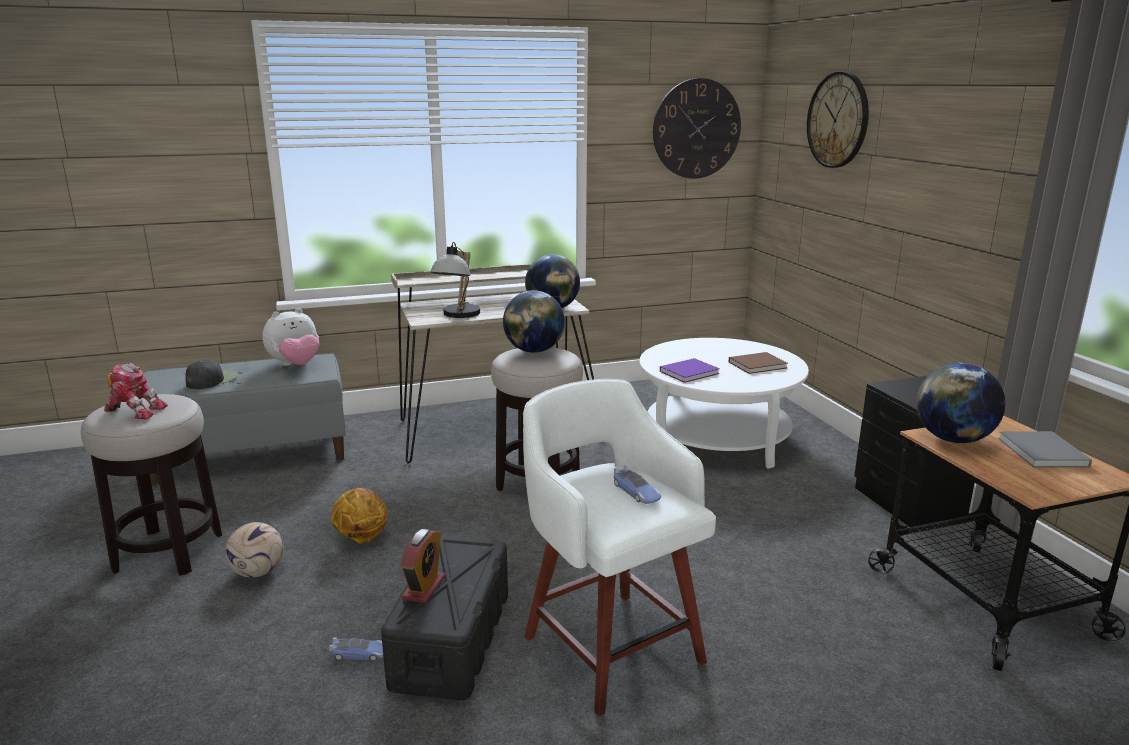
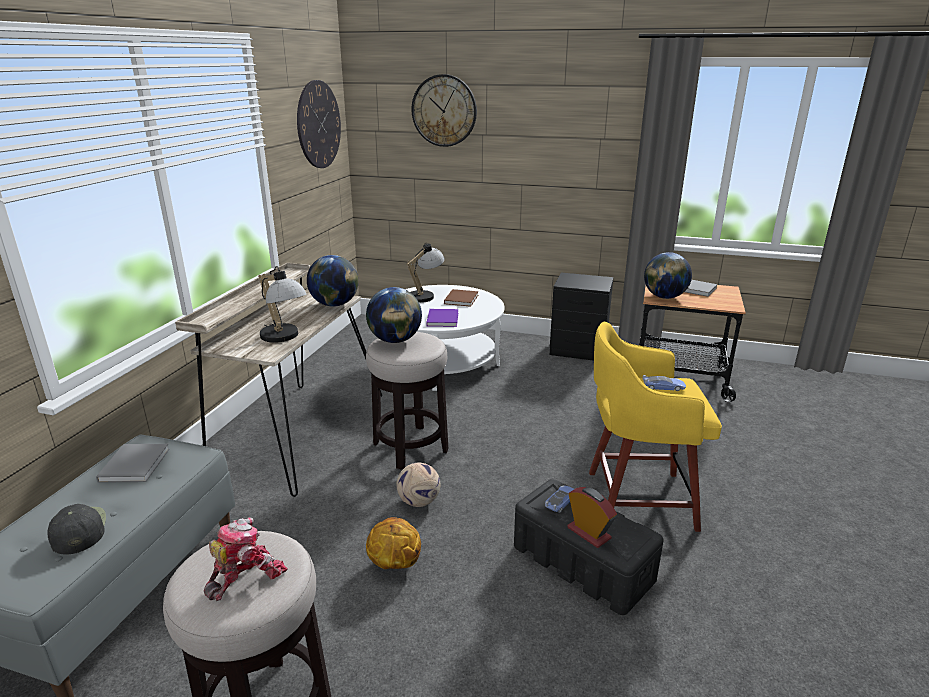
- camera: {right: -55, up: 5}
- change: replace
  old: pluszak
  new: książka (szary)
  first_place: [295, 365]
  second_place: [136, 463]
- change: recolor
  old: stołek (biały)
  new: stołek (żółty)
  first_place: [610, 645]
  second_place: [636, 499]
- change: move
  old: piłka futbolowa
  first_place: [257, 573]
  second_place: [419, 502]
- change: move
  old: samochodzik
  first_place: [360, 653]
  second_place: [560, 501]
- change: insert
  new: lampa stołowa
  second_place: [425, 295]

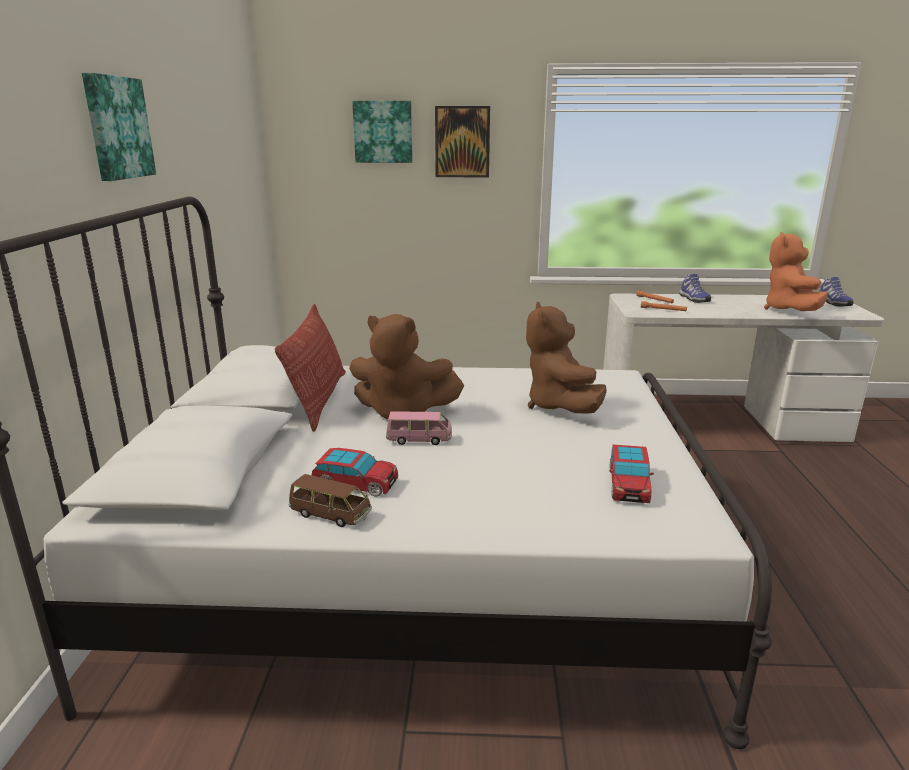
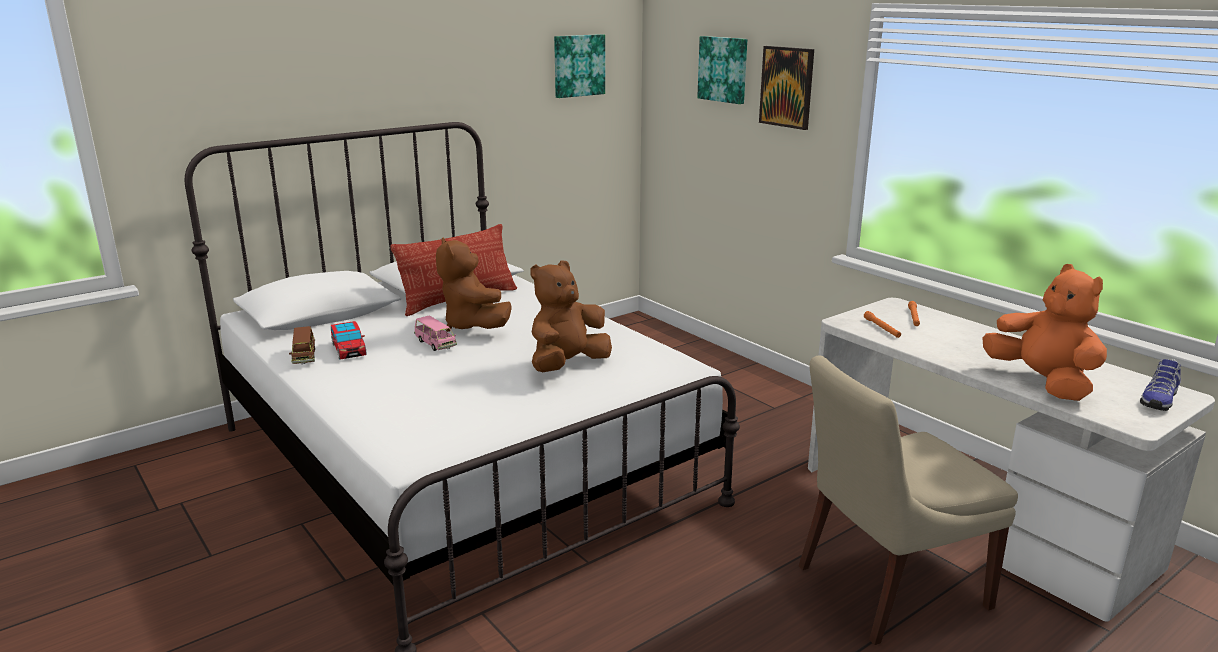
- camera: {right: 50, up: 0}
- change: move
  old: obraz
  first_place: [117, 128]
  second_place: [578, 65]
- change: rotate
  old: pluszak (pomarańczowy)
  first_place: [789, 310]
  second_place: [1042, 382]
  degrees: 90
- change: delete
  old: but
  first_place: [693, 299]
- change: delete
  old: samochodzik
  first_place: [628, 485]
- change: insert
  new: krzesło (beżowy)
  second_place: [886, 588]

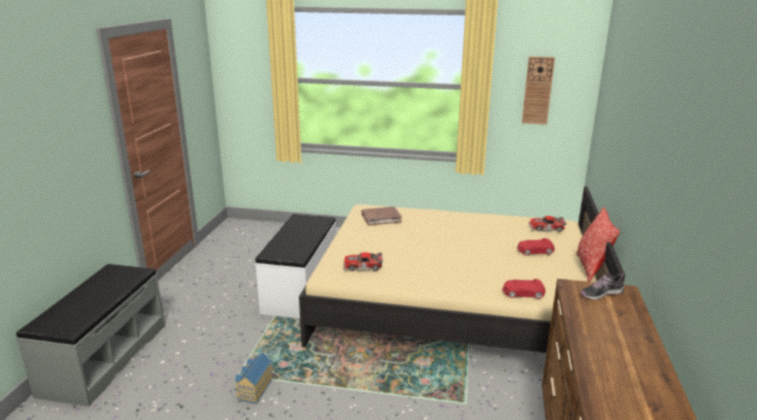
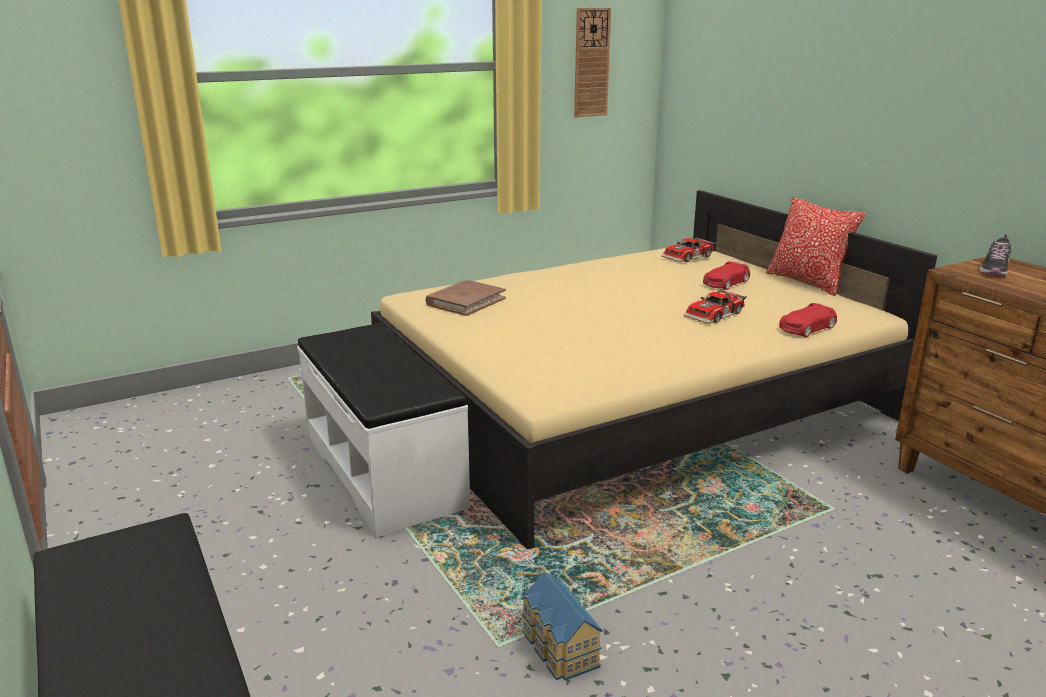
- camera: {right: -40, up: 0}
- change: move
  old: samochodzik
  first_place: [363, 267]
  second_place: [716, 315]

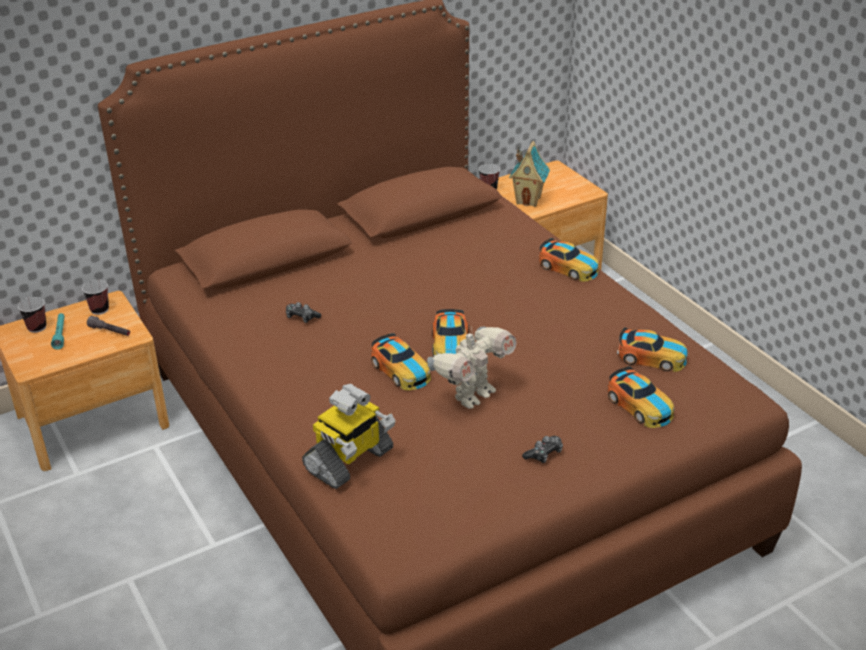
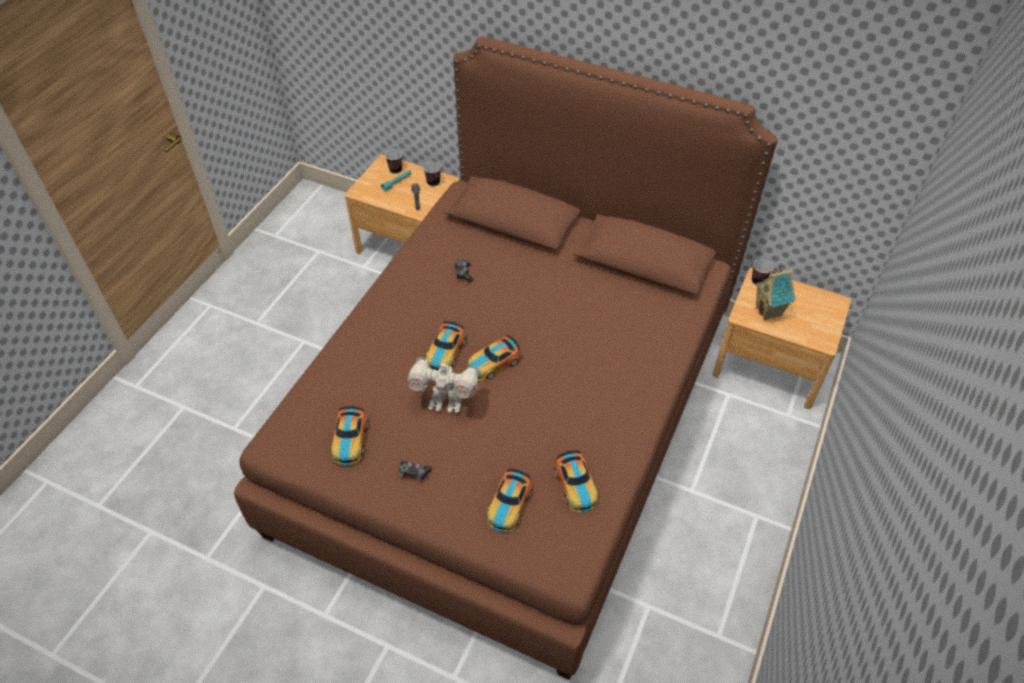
- camera: {right: 55, up: 15}
- change: move
  old: samochodzik
  first_place: [569, 267]
  second_place: [350, 440]
- change: delete
  old: robot zabawkowy
  first_place: [349, 461]

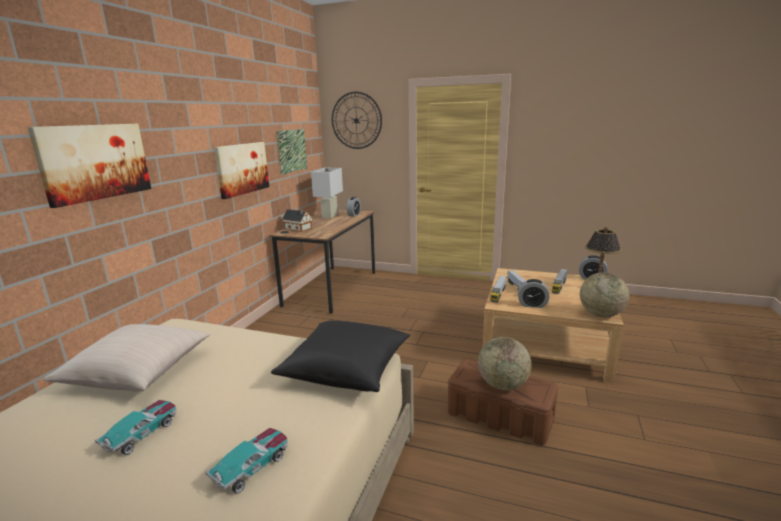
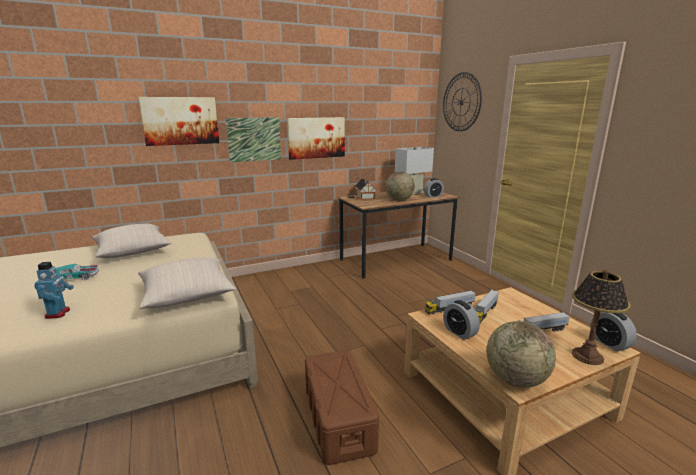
- camera: {right: 45, up: 0}
- change: move
  old: obraz
  first_place: [292, 150]
  second_place: [254, 139]
- change: recolor
  old: poduszka (czarny)
  new: poduszka (beżowy)
  first_place: [346, 370]
  second_place: [186, 295]
- change: move
  old: globus
  first_place: [502, 385]
  second_place: [399, 200]
- change: replace
  old: samochodzik
  new: robot zabawkowy
  first_place: [252, 466]
  second_place: [58, 313]

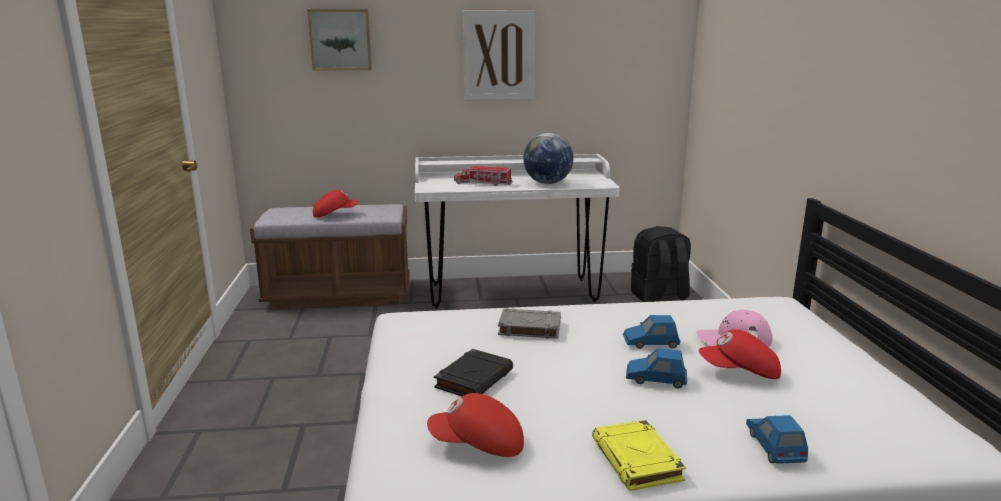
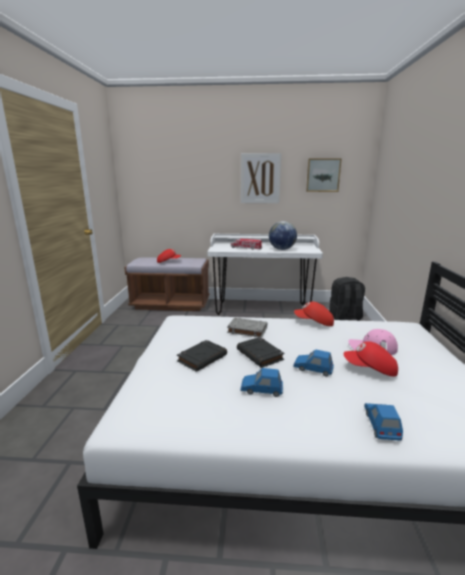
- camera: {right: 10, up: 0}
- change: move
  old: obraz
  first_place: [340, 40]
  second_place: [323, 175]
- change: move
  old: samochodzik (niebieski)
  first_place: [650, 343]
  second_place: [261, 389]
- change: move
  old: czapka z daszkiem (czerwony)
  first_place: [478, 445]
  second_place: [314, 322]
- change: delete
  old: książka (żółty)
  first_place: [637, 461]
- change: insert
  new: książka (czarny)
  second_place: [260, 355]

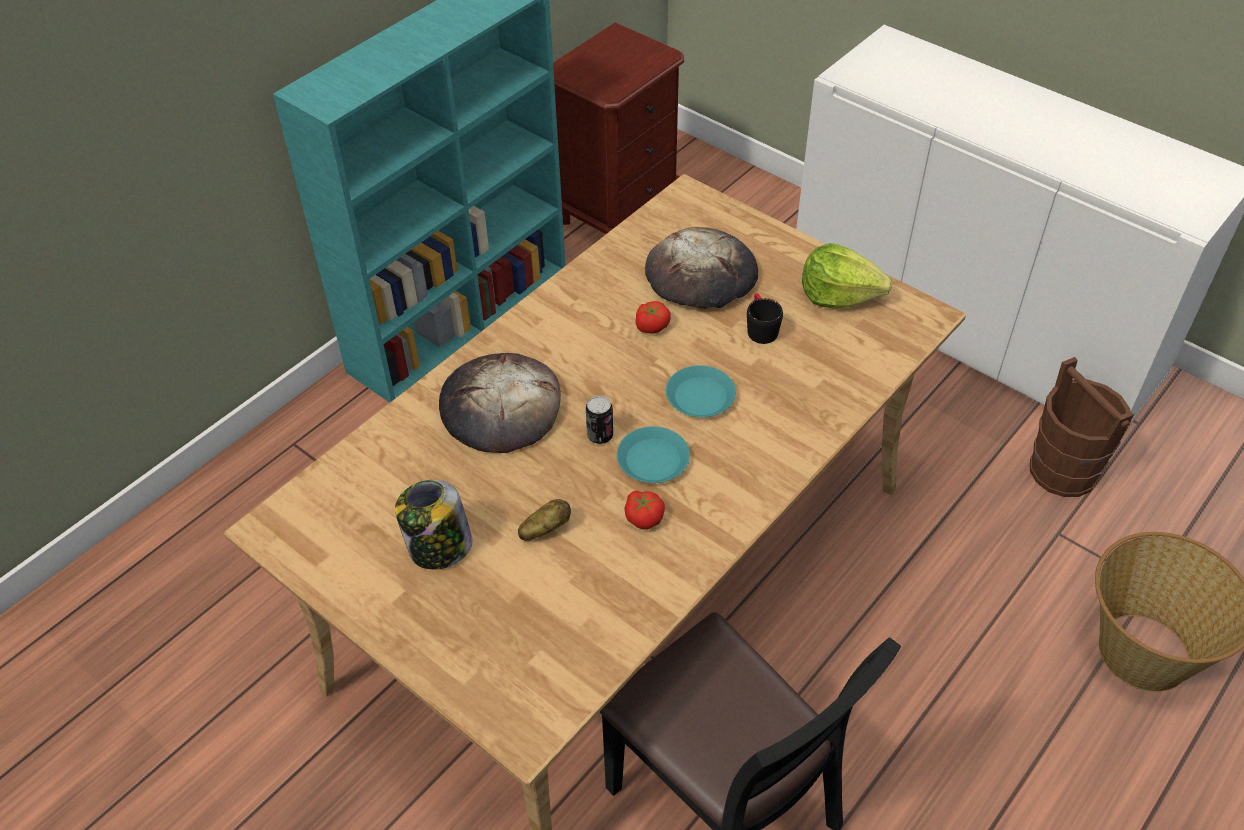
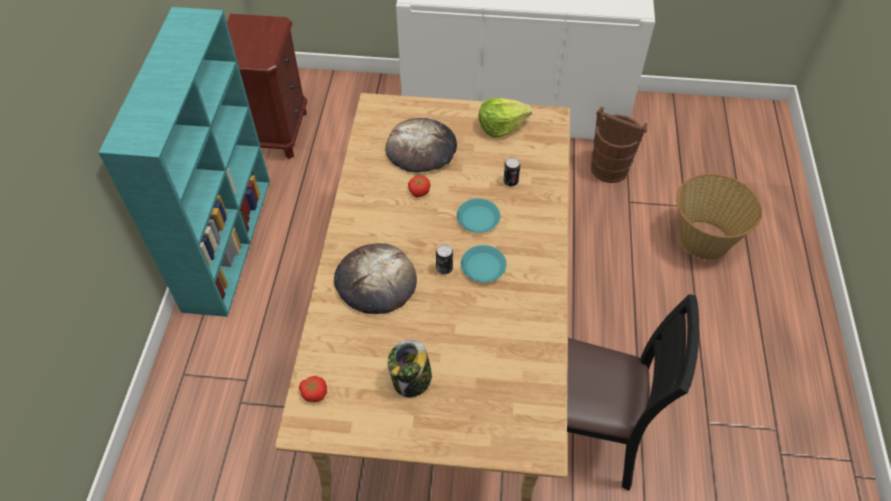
- camera: {right: -35, up: 5}
- change: delete
  old: kubek (czarny)
  first_place: [760, 328]
- change: move
  old: pomidor
  first_place: [644, 517]
  second_place: [314, 392]
- change: delete
  old: ziemniak
  first_place: [545, 529]
- change: insert
  new: puszka
  second_place: [510, 181]

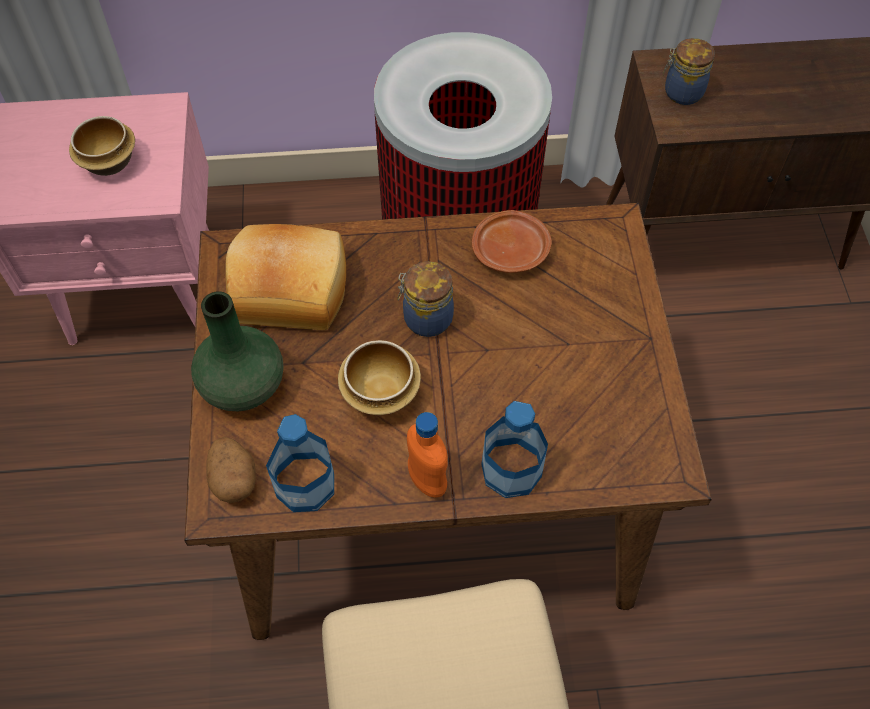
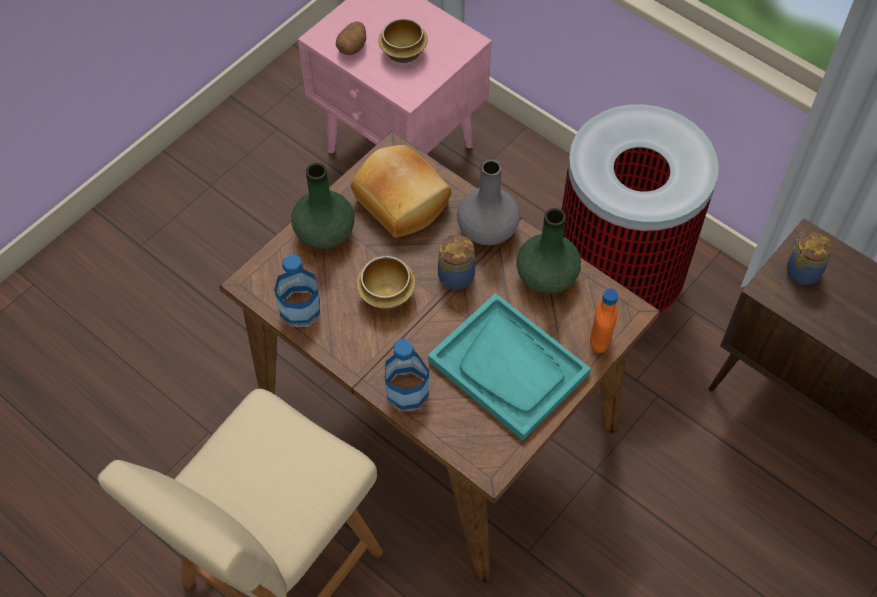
- camera: {right: 45, up: 0}
- change: replace
  old: talerz (brązowy)
  new: wazon (zielony)
  first_place: [511, 250]
  second_place: [547, 276]
- change: move
  old: butelka (pomarańczowy)
  first_place: [427, 480]
  second_place: [600, 340]
- change: move
  old: ziemniak
  first_place: [234, 479]
  second_place: [352, 47]
- change: insert
  new: wazon (szary)
  second_place: [488, 229]
- change: insert
  new: taca (turkusowy)
  second_place: [509, 367]

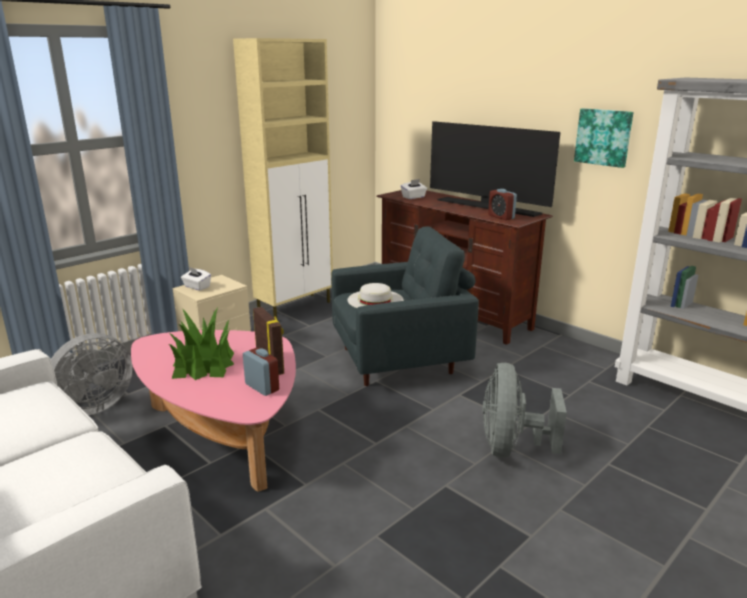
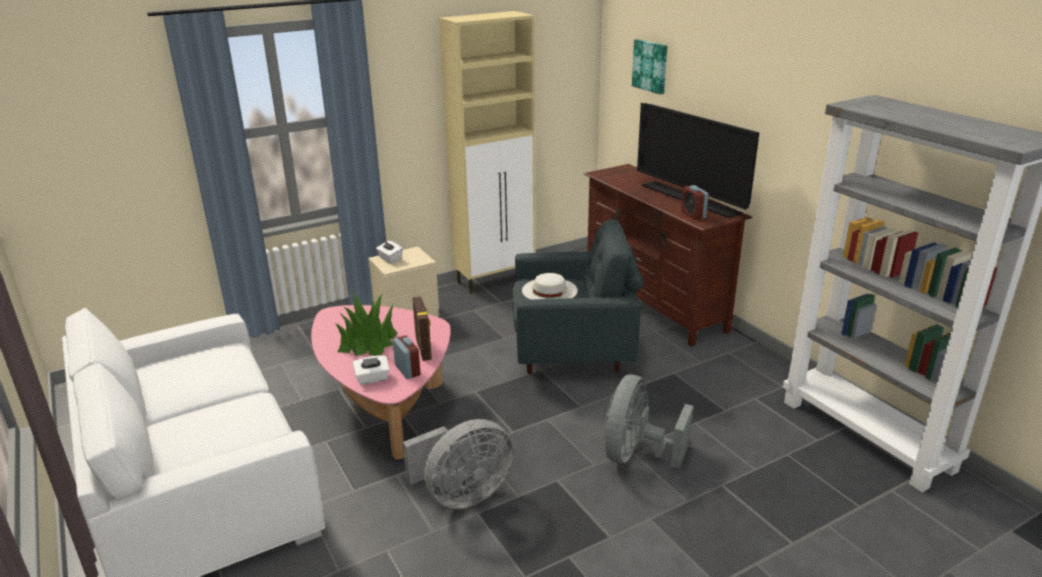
- camera: {right: 15, up: 5}
- change: move
  old: obraz
  first_place: [603, 137]
  second_place: [651, 66]
- change: move
  old: pudełko chusteczek (biały)
  first_place: [413, 197]
  second_place: [372, 378]
- change: move
  old: wentylator (szary)
  first_place: [89, 408]
  second_place: [462, 495]

